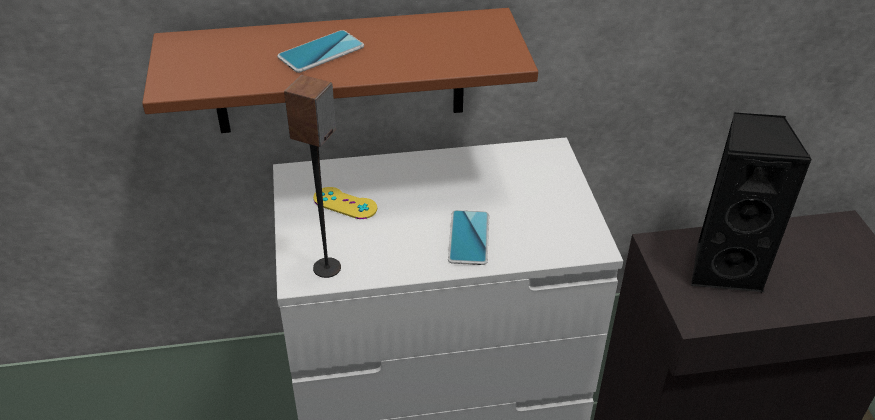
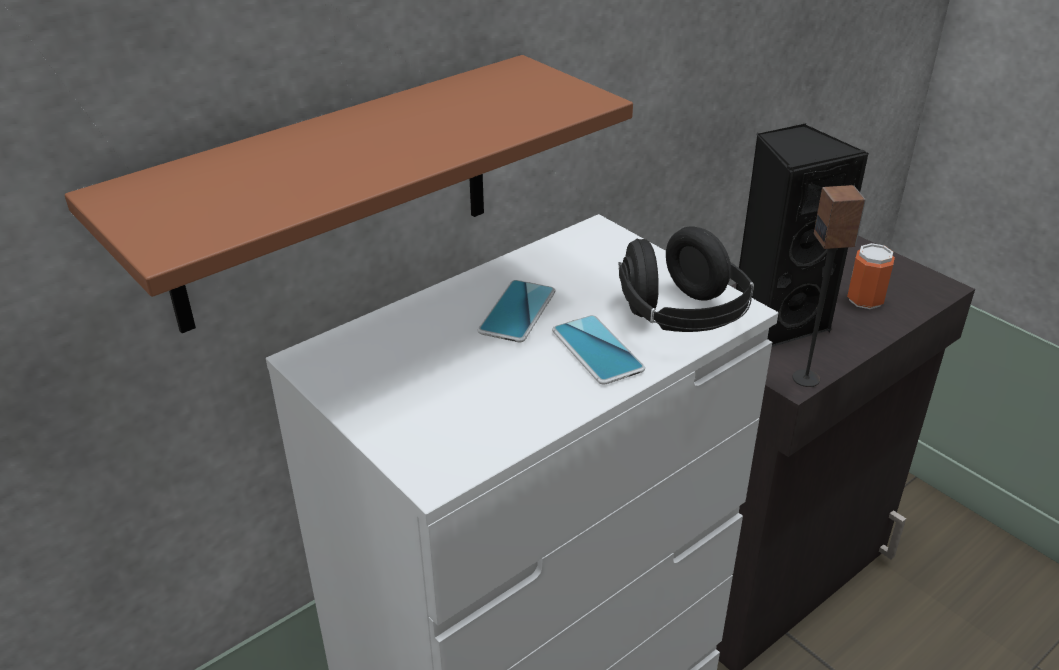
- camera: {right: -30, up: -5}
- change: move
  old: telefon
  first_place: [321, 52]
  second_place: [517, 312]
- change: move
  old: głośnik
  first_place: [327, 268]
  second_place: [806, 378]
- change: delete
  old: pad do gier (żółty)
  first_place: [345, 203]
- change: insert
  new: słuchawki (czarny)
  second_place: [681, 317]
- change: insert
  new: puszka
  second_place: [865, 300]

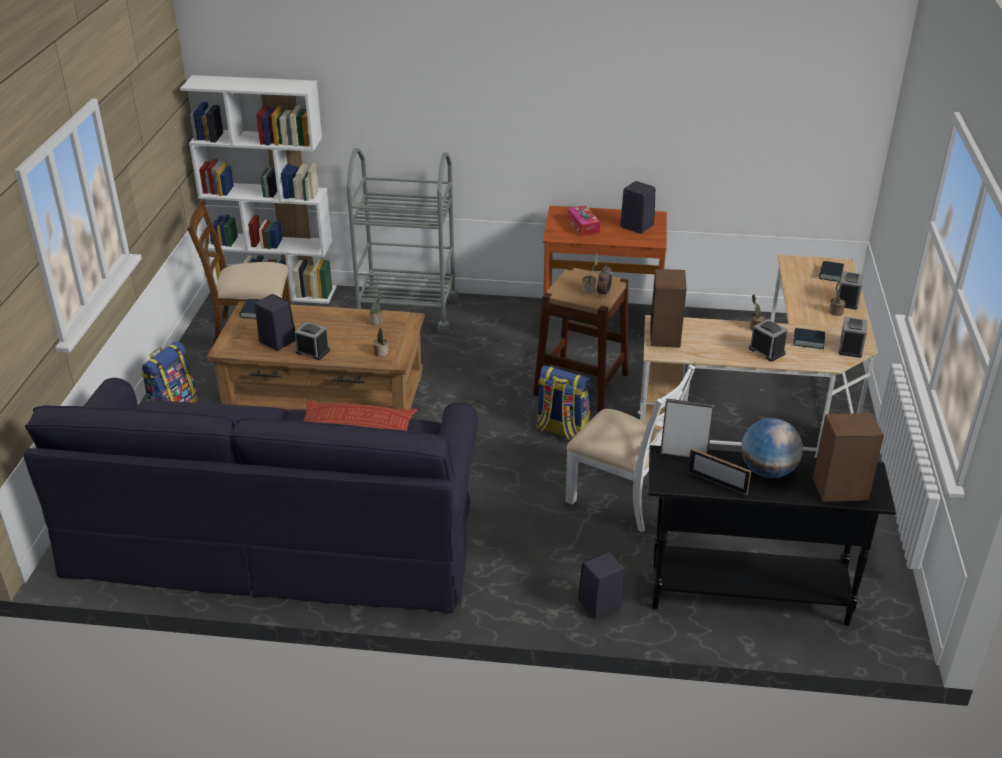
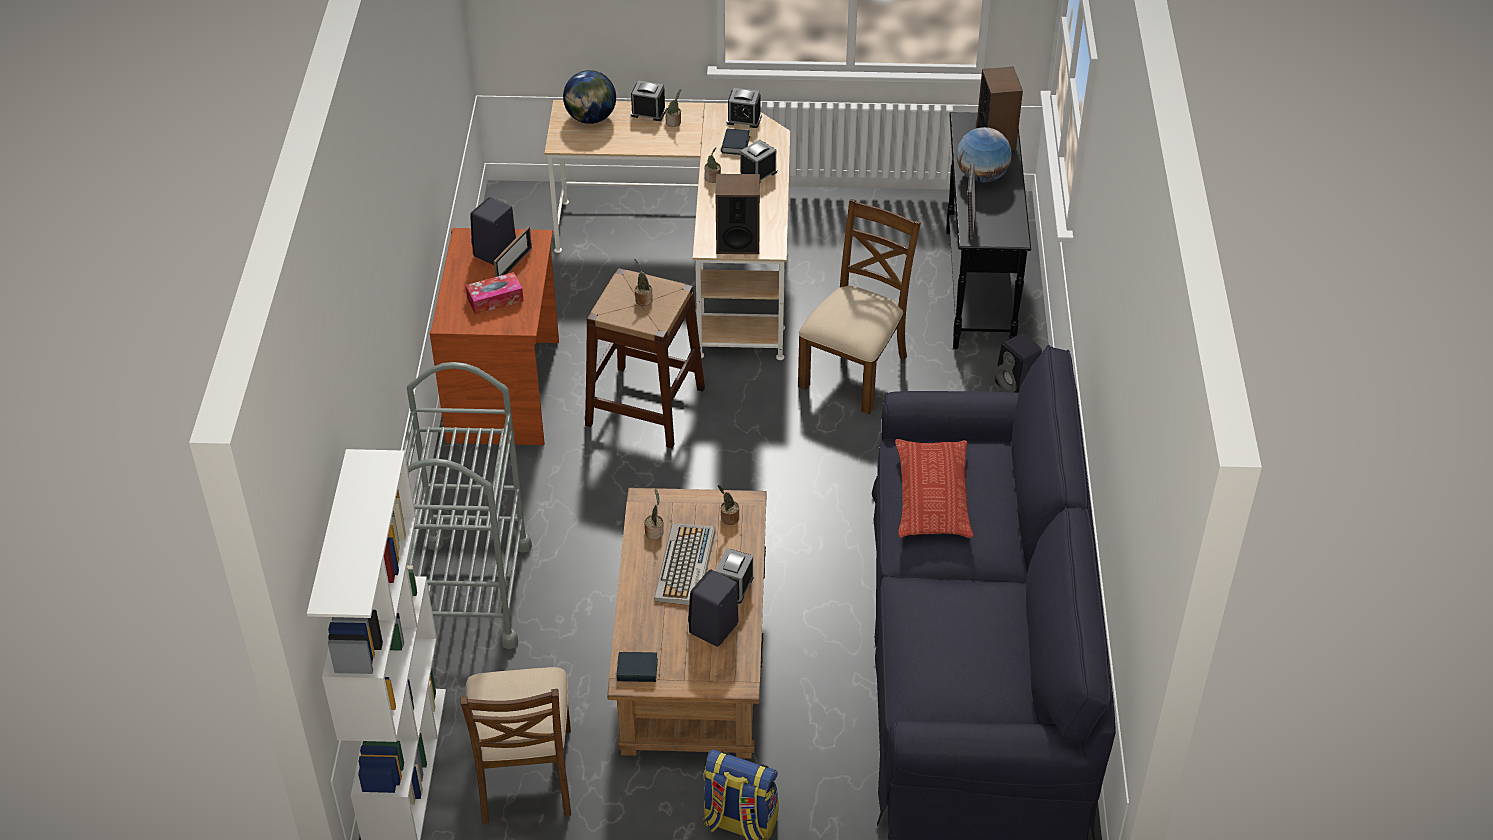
- camera: {right: -95, up: 10}
- change: replace
  old: książka
  new: globus
  first_place: [830, 274]
  second_place: [591, 118]
- change: delete
  old: budzik
  first_place: [604, 293]
- change: recolor
  old: krzesło (biały)
  new: krzesło (brązowy)
  first_place: [621, 497]
  second_place: [855, 371]
- change: delete
  old: plecak
  first_place: [561, 430]
- change: move
  old: ramka na zdjęcie
  first_place: [717, 483]
  second_place: [514, 265]
- change: insert
  new: klawiatura
  second_place: [685, 566]

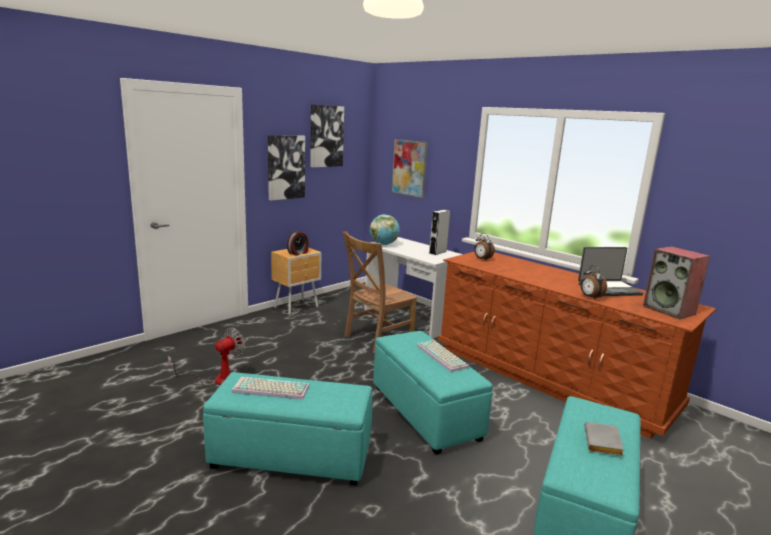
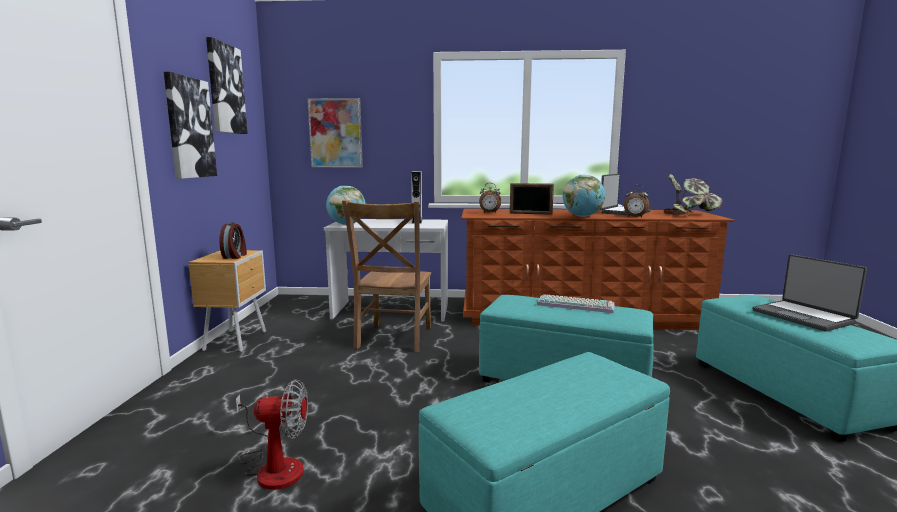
- camera: {right: -40, up: -5}
- change: replace
  old: głośnik
  new: roślina doniczkowa
  first_place: [669, 310]
  second_place: [689, 214]
- change: rotate
  old: wentylator
  first_place: [218, 379]
  second_place: [274, 466]
  degrees: 90
- change: delete
  old: klawiatura
  first_place: [269, 390]
- change: replace
  old: książka (szary)
  new: laptop
  first_place: [604, 443]
  second_place: [803, 316]
- change: insert
  new: globus
  second_place: [582, 216]
- change: insert
  new: ramka na zdjęcie
  second_place: [530, 213]

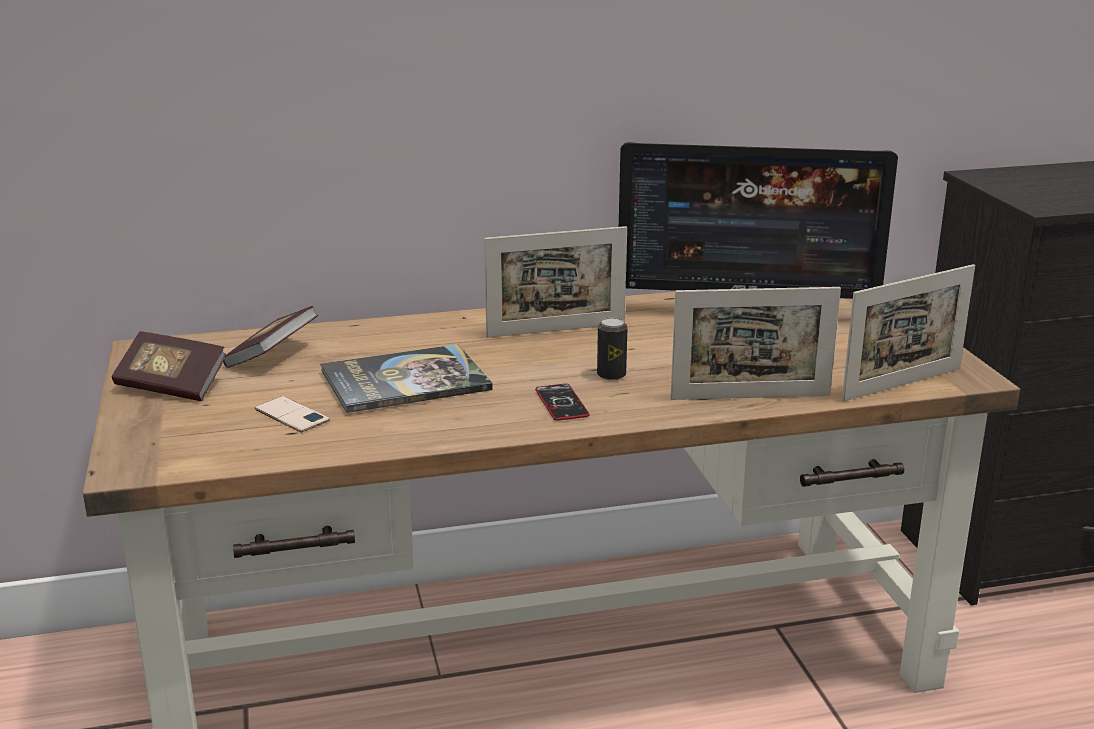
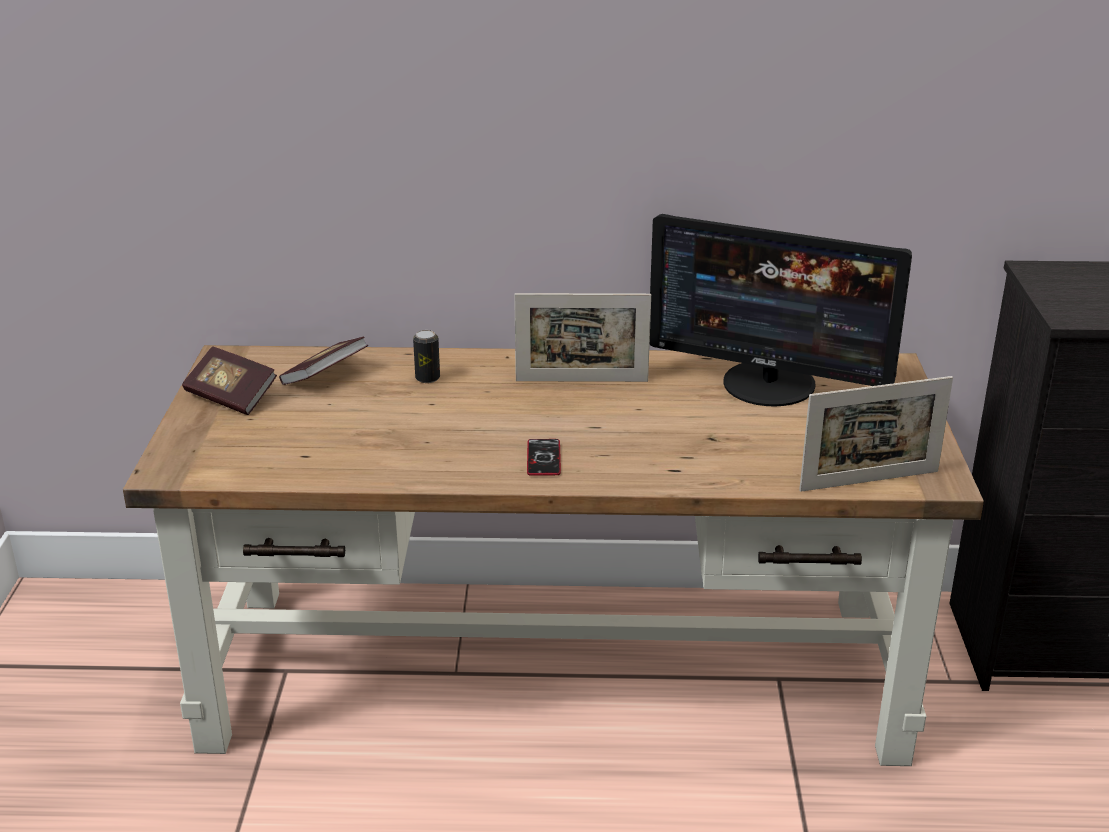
- camera: {right: 15, up: 5}
- change: delete
  old: ramka na zdjęcie
  first_place: [750, 397]
- change: move
  old: puszka
  first_place: [611, 375]
  second_place: [427, 378]
- change: delete
  old: książka
  first_place: [405, 381]
- change: delete
  old: telefon
  first_place: [292, 415]

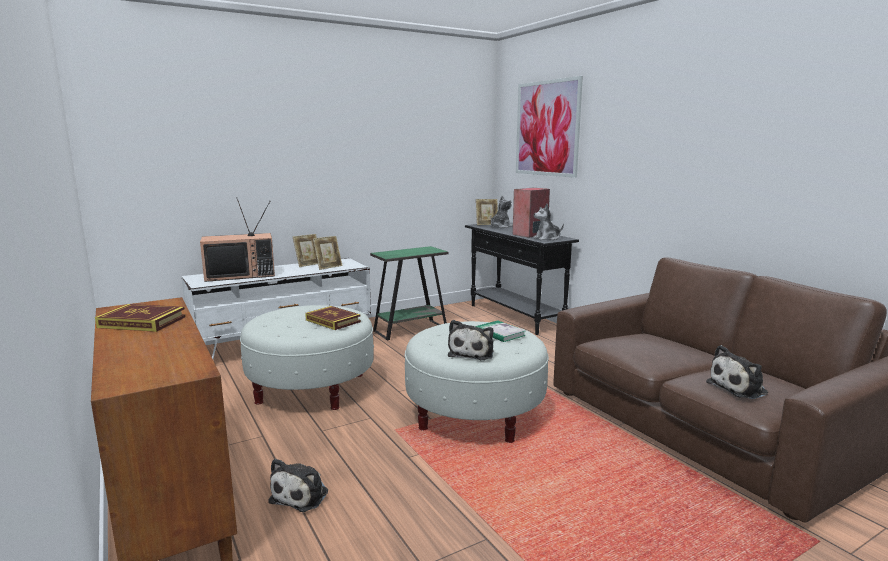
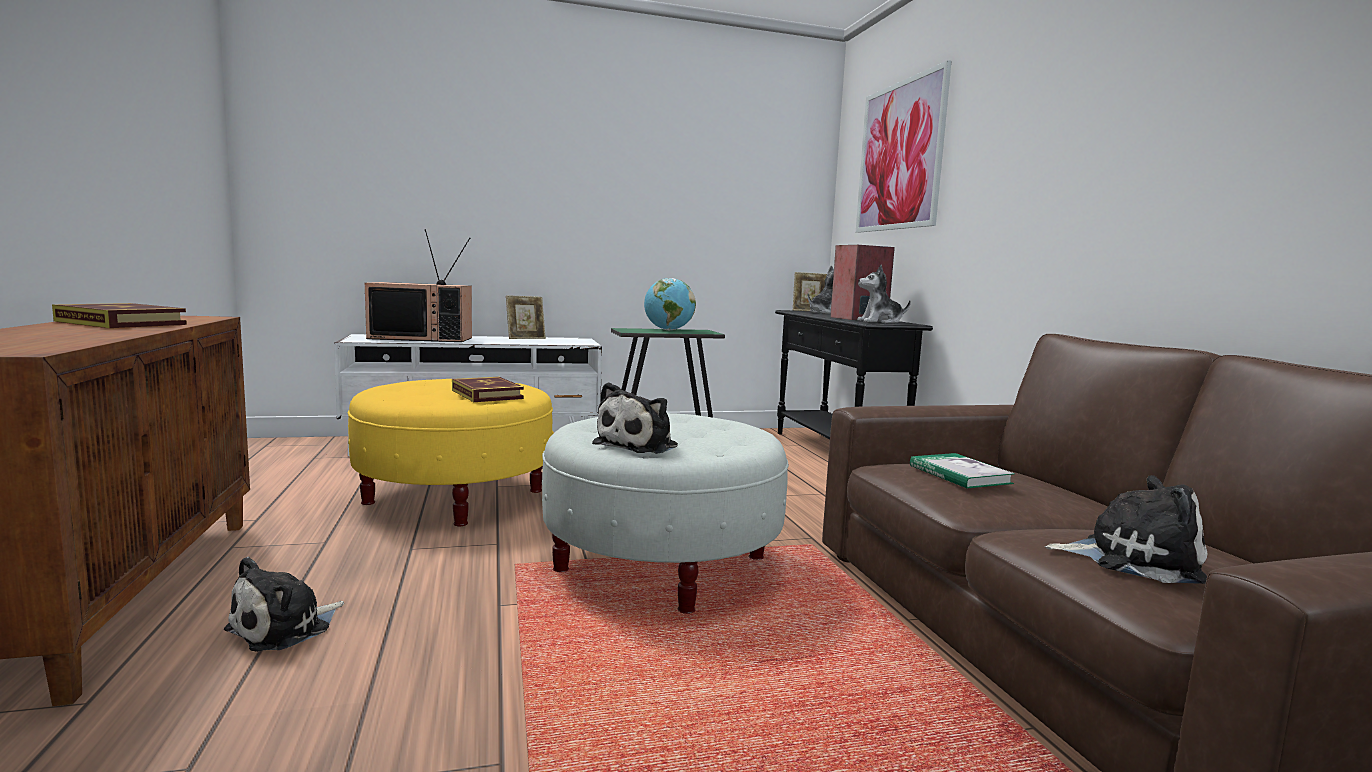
- camera: {right: 15, up: -5}
- change: delete
  old: ramka na zdjęcie
  first_place: [328, 267]
- change: recolor
  old: pufa (biały)
  new: pufa (żółty)
  first_place: [311, 388]
  second_place: [455, 496]
- change: move
  old: książka
  first_place: [500, 333]
  second_place: [959, 474]
- change: rotate
  old: pluszak
  first_place: [739, 388]
  second_place: [1133, 558]
  degrees: -150
- change: insert
  new: globus
  second_place: [668, 330]

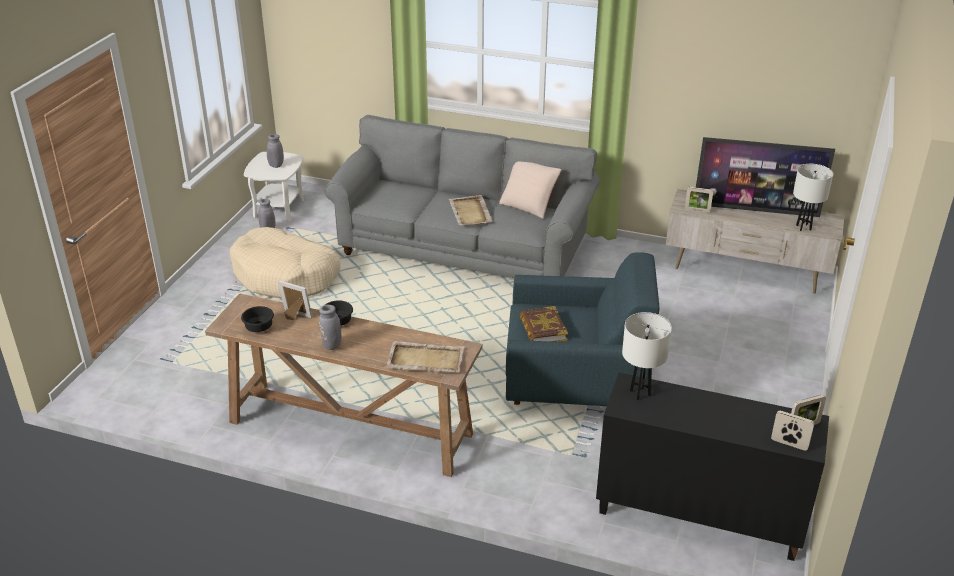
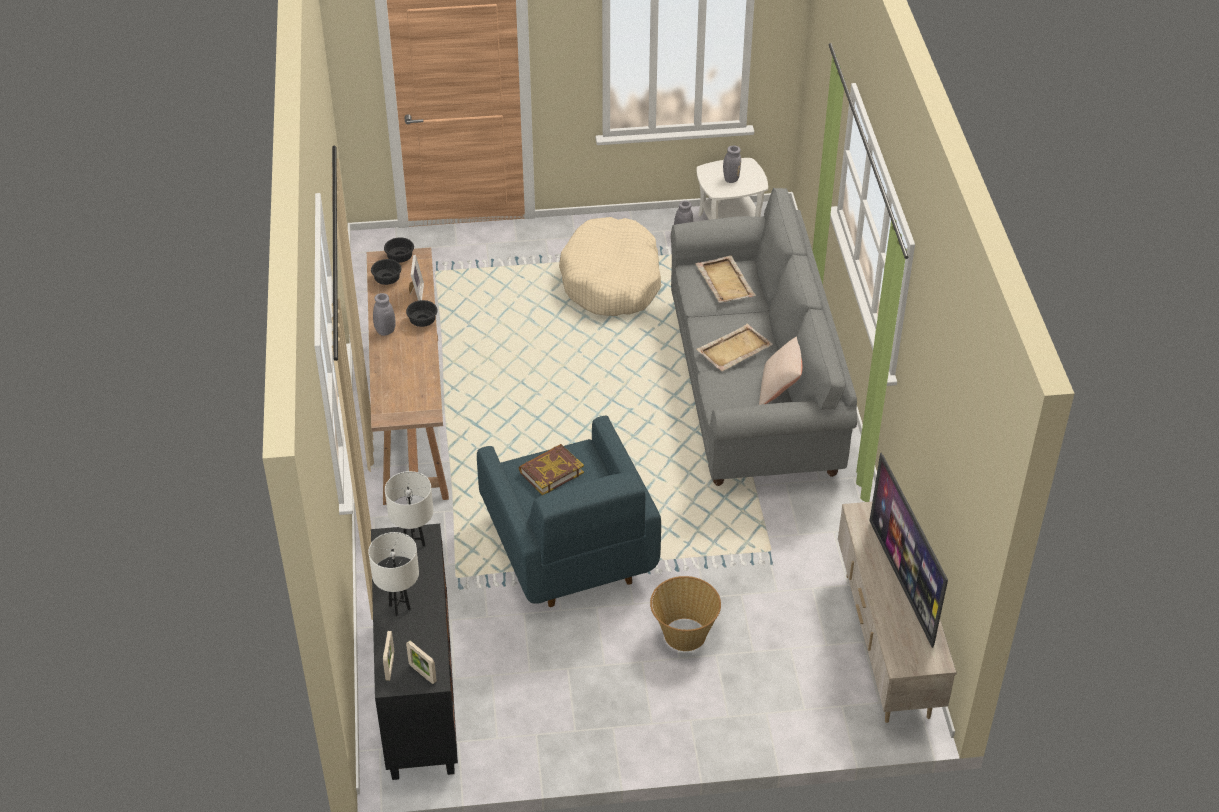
- camera: {right: 65, up: 10}
- change: move
  old: lampa stołowa (biały)
  first_place: [803, 227]
  second_place: [399, 607]
- change: delete
  old: ramka na zdjęcie
  first_place: [697, 210]
- change: move
  old: taca (beżowy)
  first_place: [424, 359]
  second_place: [725, 281]
- change: insert
  new: miska (czarny)
  second_place: [399, 257]
- change: insert
  new: koszyk
  second_place: [684, 634]

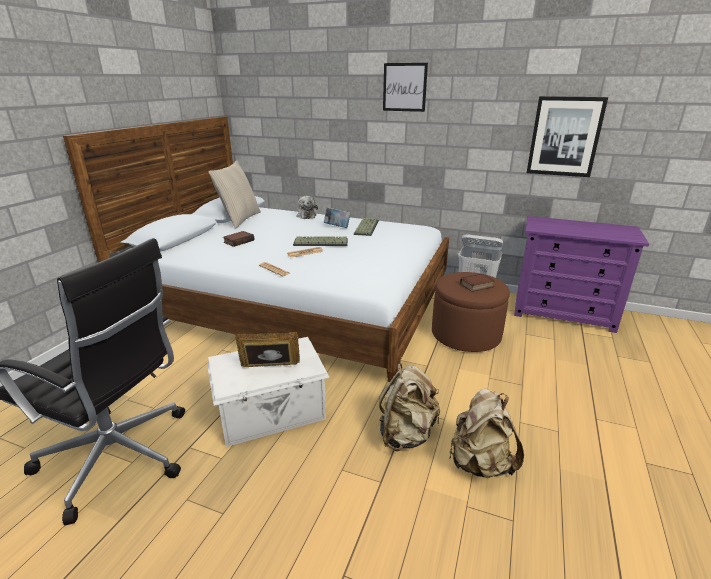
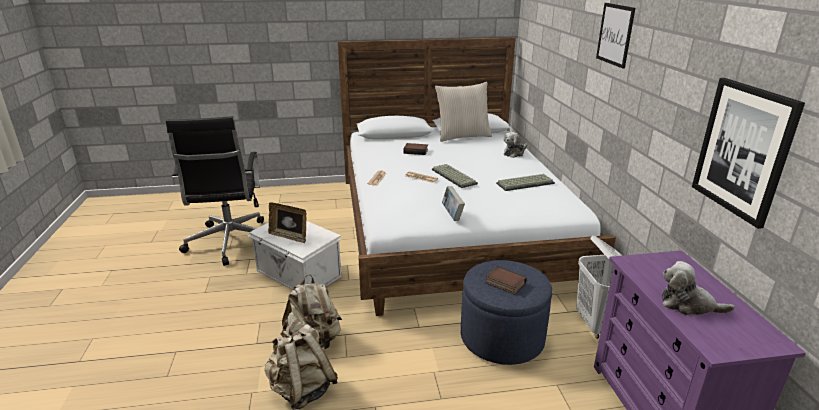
- camera: {right: 60, up: 0}
- change: move
  old: książka
  first_place: [337, 227]
  second_place: [452, 215]
- change: recolor
  old: pufa (brązowy)
  new: pufa (niebieski)
  first_place: [465, 335]
  second_place: [502, 338]
- change: rotate
  old: ramka na zdjęcie
  first_place: [270, 369]
  second_place: [289, 236]
  degrees: 150
- change: insert
  new: pluszak
  second_place: [688, 305]

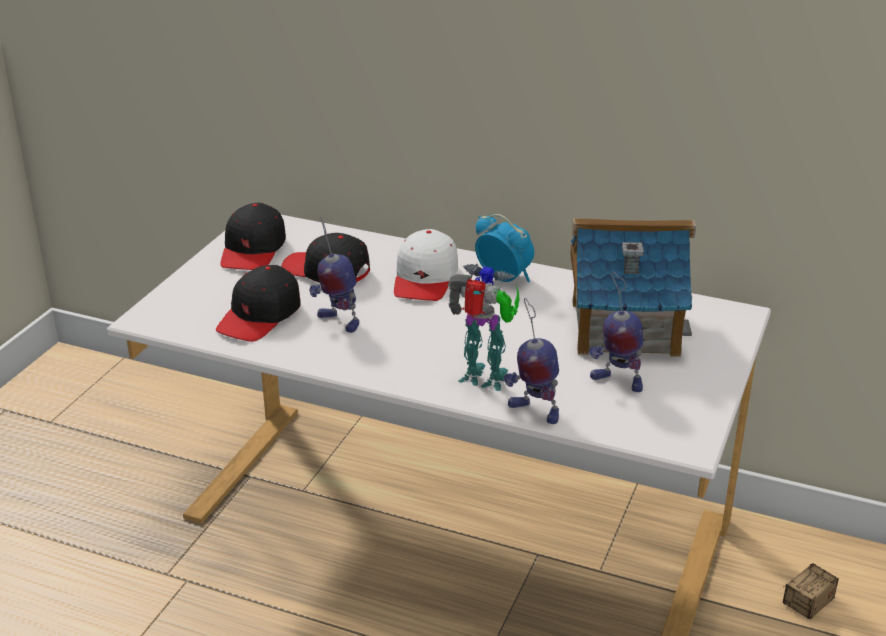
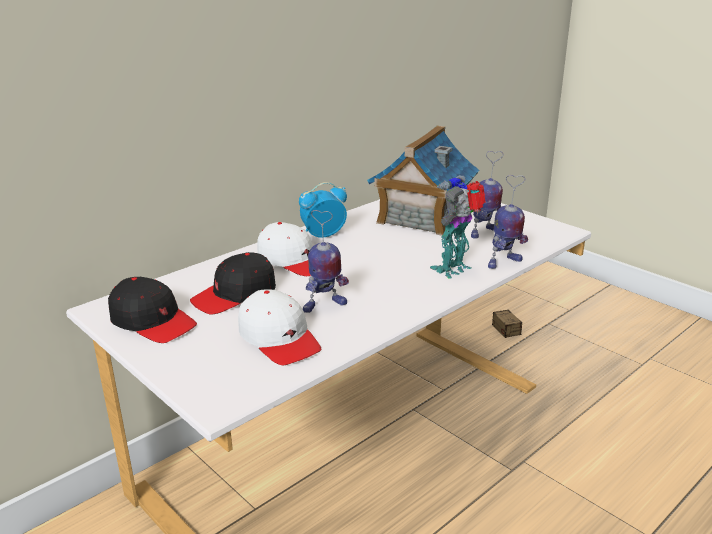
- camera: {right: -65, up: -5}
- change: recolor
  old: czapka z daszkiem (czarny)
  new: czapka z daszkiem (biały)
  first_place: [260, 316]
  second_place: [279, 339]

